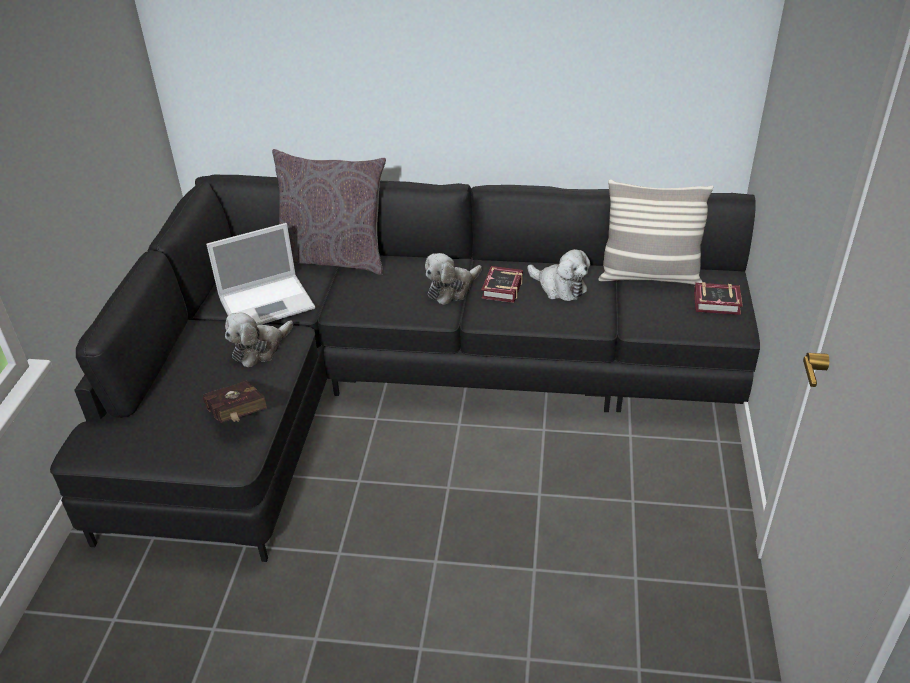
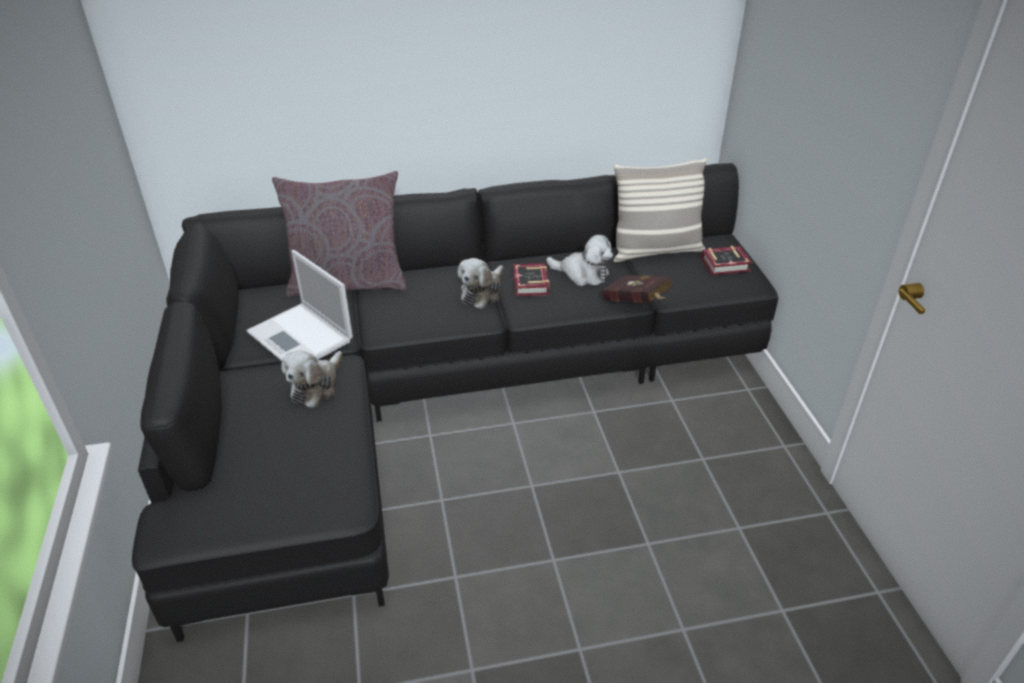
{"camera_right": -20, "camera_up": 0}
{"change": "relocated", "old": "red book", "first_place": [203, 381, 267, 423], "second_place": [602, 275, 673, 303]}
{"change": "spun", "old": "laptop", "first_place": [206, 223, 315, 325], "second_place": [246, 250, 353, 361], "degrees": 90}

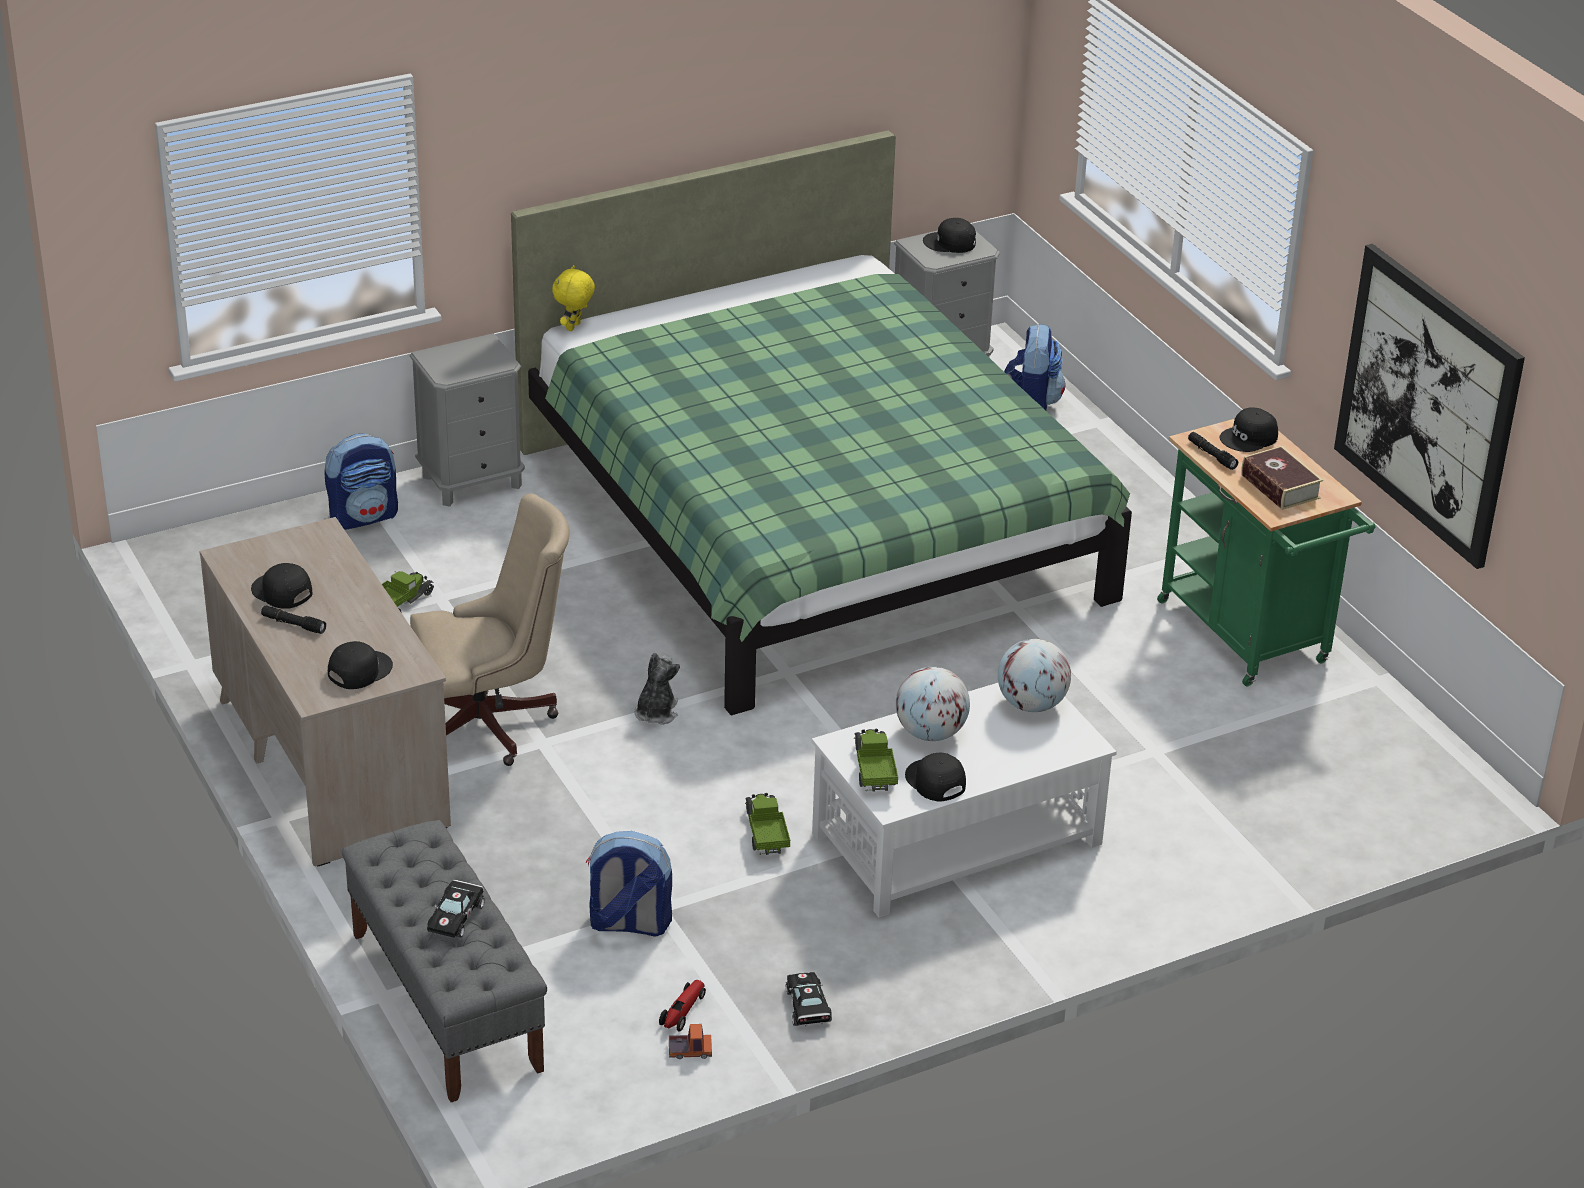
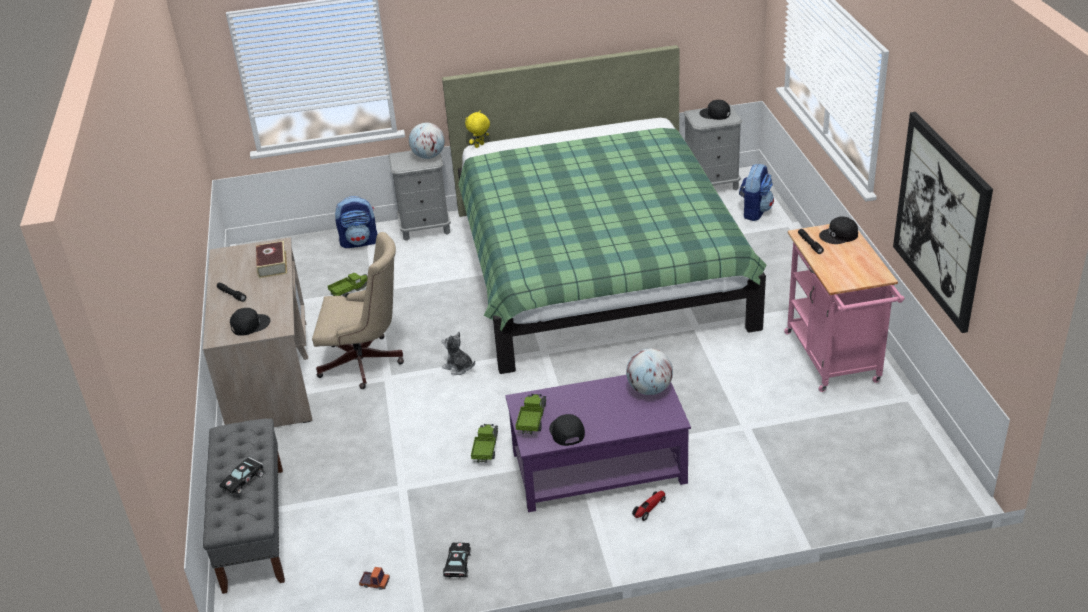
{"camera_right": 20, "camera_up": 0}
{"change": "missing", "old": "black cap", "first_place": [251, 563, 312, 609]}
{"change": "missing", "old": "backpack", "first_place": [586, 831, 672, 936]}
{"change": "spun", "old": "plush toy", "first_place": [634, 652, 680, 725], "second_place": [441, 331, 475, 375], "degrees": -90}
{"change": "relocated", "old": "toy car", "first_place": [659, 980, 706, 1032], "second_place": [632, 491, 666, 521]}
{"change": "colour", "old": "white coffee table", "new": "purple coffee table", "first_place": [812, 683, 1117, 918], "second_place": [505, 375, 691, 512]}
{"change": "relocated", "old": "globe", "first_place": [896, 667, 970, 741], "second_place": [409, 123, 445, 159]}
{"change": "colour", "old": "green cart", "new": "pink cart", "first_place": [1157, 419, 1375, 686], "second_place": [784, 224, 904, 392]}
{"change": "relocated", "old": "book", "first_place": [1241, 446, 1323, 510], "second_place": [256, 241, 287, 278]}

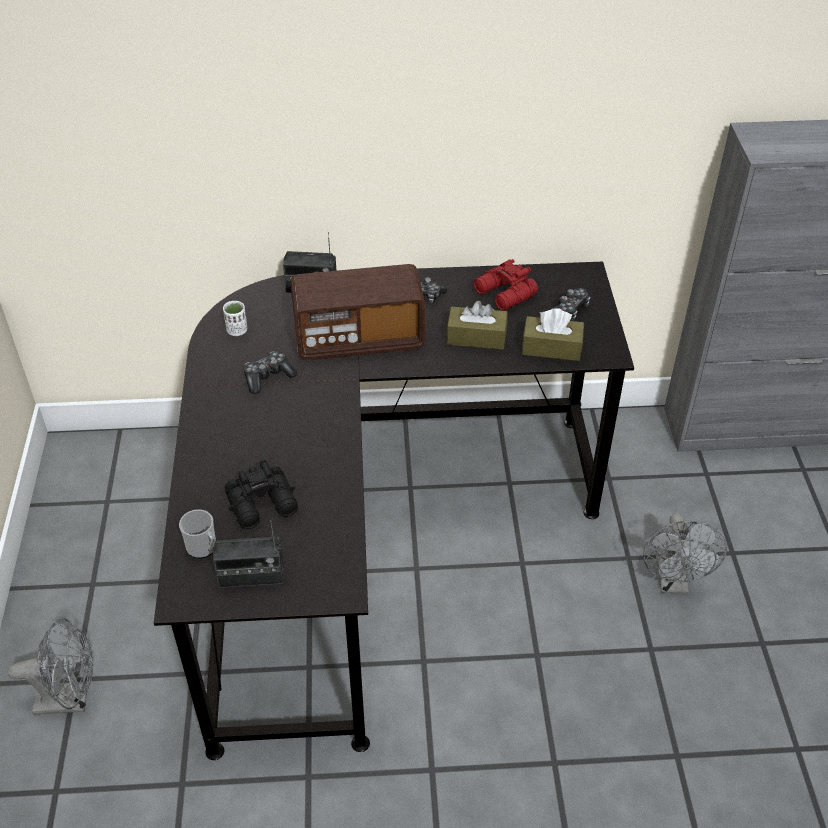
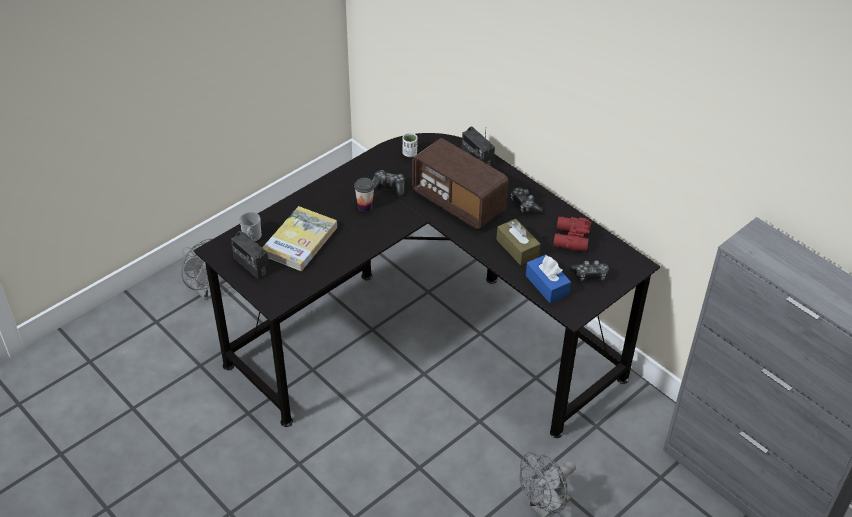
{"camera_right": 50, "camera_up": 0}
{"change": "exchanged", "old": "black binoculars", "new": "book", "first_place": [225, 460, 298, 529], "second_place": [262, 206, 337, 271]}
{"change": "colour", "old": "brown tissue box", "new": "blue tissue box", "first_place": [522, 308, 584, 361], "second_place": [526, 255, 571, 303]}
{"change": "appeared", "new": "cup", "second_place": [354, 178, 375, 212]}

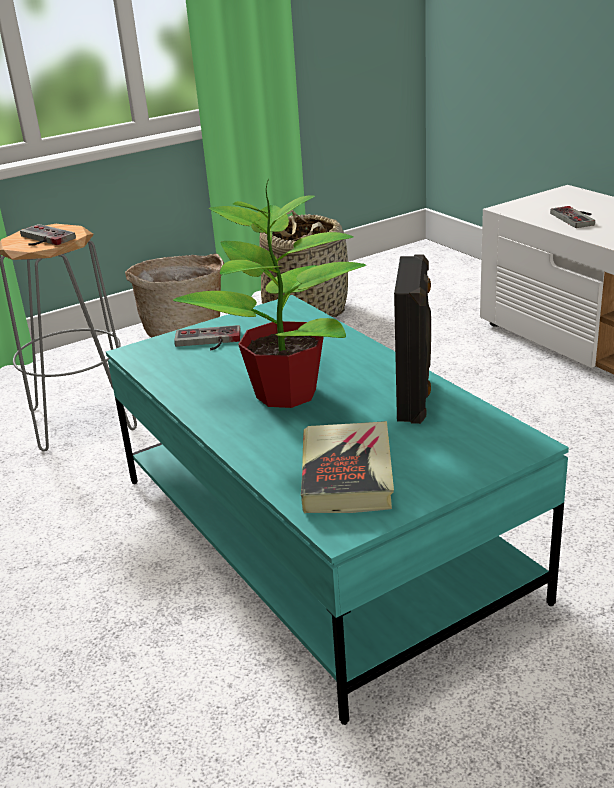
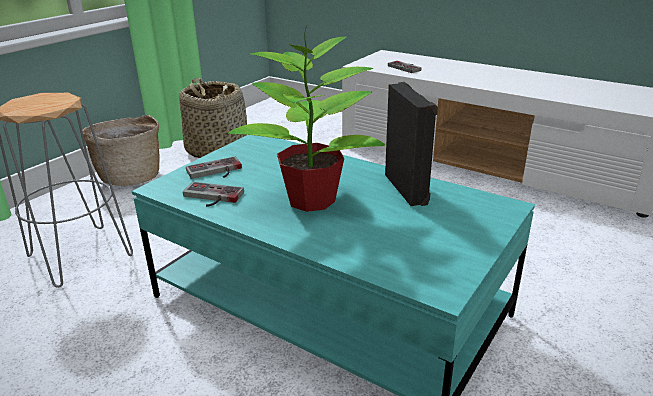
{"camera_right": -25, "camera_up": 0}
{"change": "relocated", "old": "game controller", "first_place": [20, 224, 76, 246], "second_place": [183, 182, 244, 207]}
{"change": "missing", "old": "book", "first_place": [301, 421, 394, 513]}

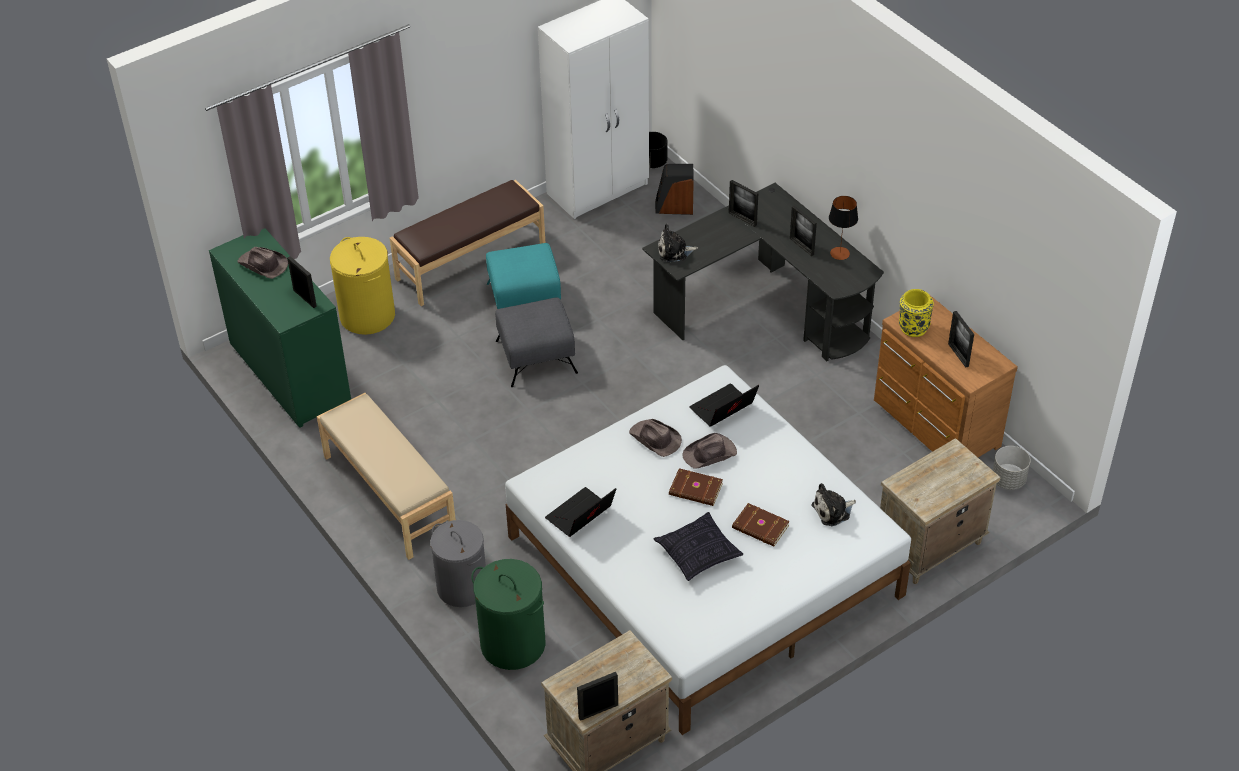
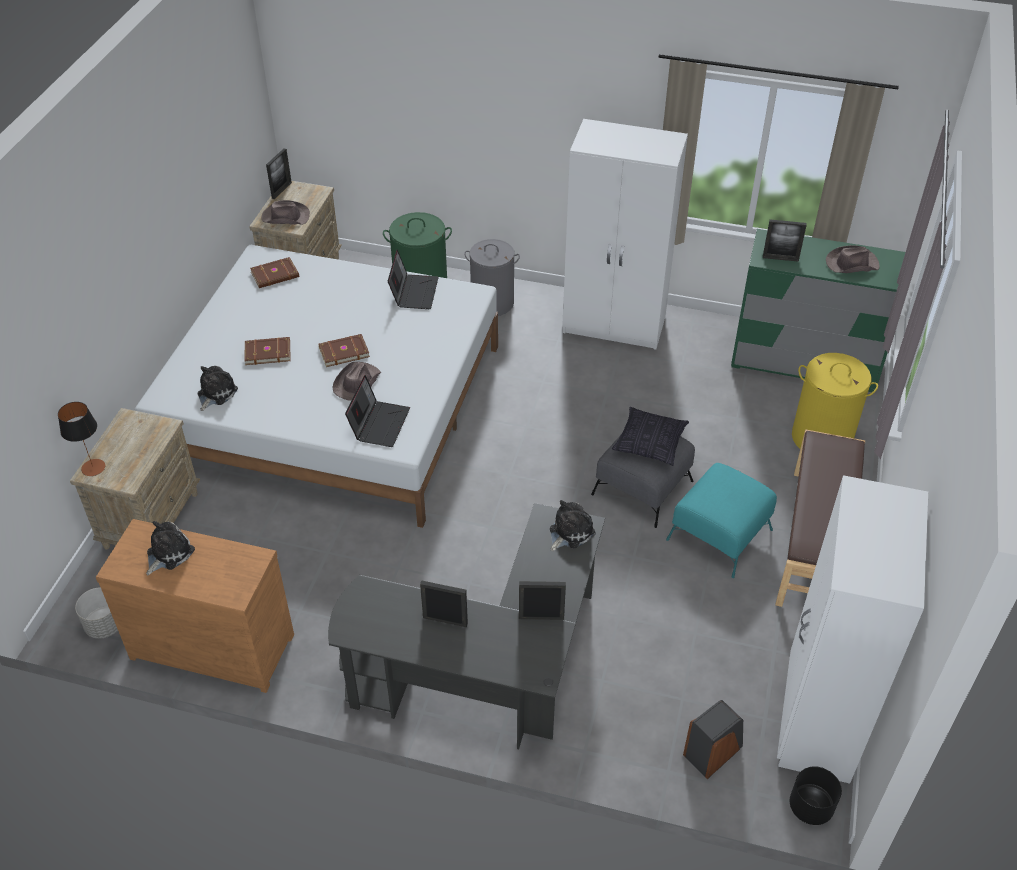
{"camera_right": 140, "camera_up": 0}
{"change": "exchanged", "old": "beige bench", "new": "white wardrobe", "first_place": [317, 393, 456, 560], "second_place": [562, 119, 688, 350]}
{"change": "relocated", "old": "brown hat", "first_place": [629, 419, 682, 457], "second_place": [261, 200, 310, 225]}
{"change": "relocated", "old": "pillow", "first_place": [654, 512, 743, 581], "second_place": [612, 407, 689, 466]}
{"change": "relocated", "old": "table lamp", "first_place": [829, 196, 858, 260], "second_place": [58, 402, 105, 476]}
{"change": "missing", "old": "yellow vase", "first_place": [899, 289, 934, 337]}
{"change": "exchanged", "old": "picture frame", "new": "plush toy", "first_place": [948, 311, 974, 368], "second_place": [146, 521, 195, 575]}
{"change": "appeared", "new": "brown book", "second_place": [250, 257, 299, 288]}

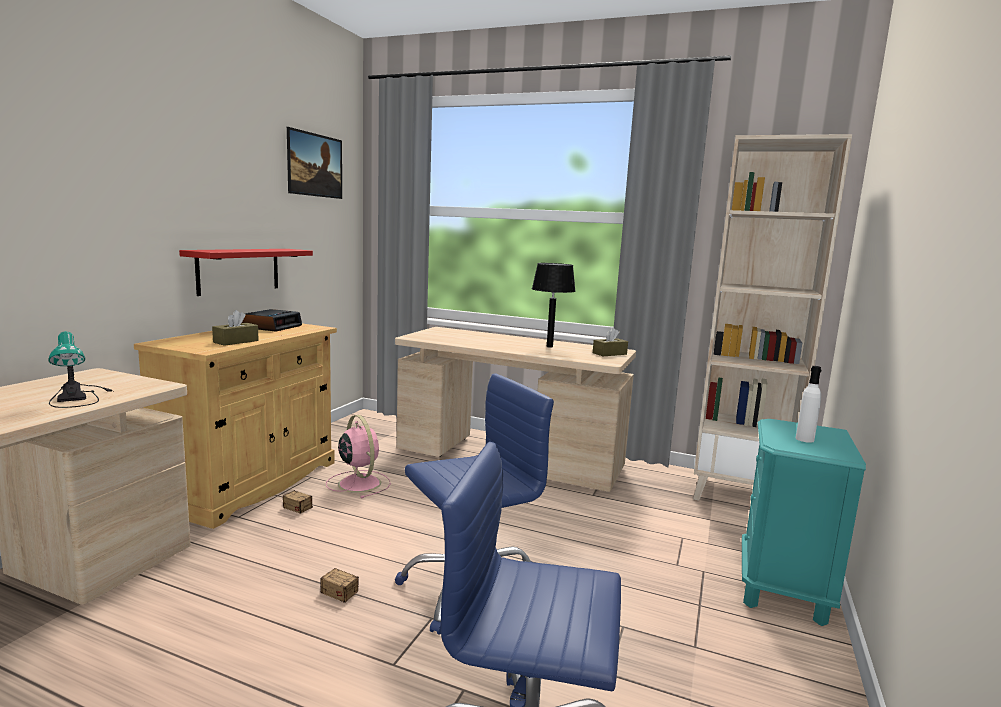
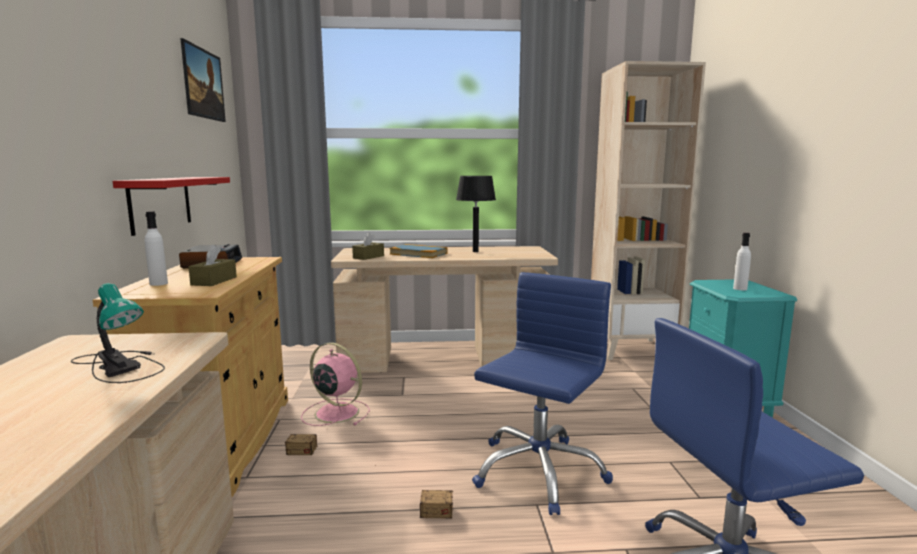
{"camera_right": -25, "camera_up": 0}
{"change": "relocated", "old": "brown tissue box", "first_place": [593, 328, 628, 356], "second_place": [352, 232, 384, 260]}
{"change": "appeared", "new": "white bottle", "second_place": [145, 211, 168, 286]}
{"change": "appeared", "new": "book", "second_place": [390, 244, 448, 258]}

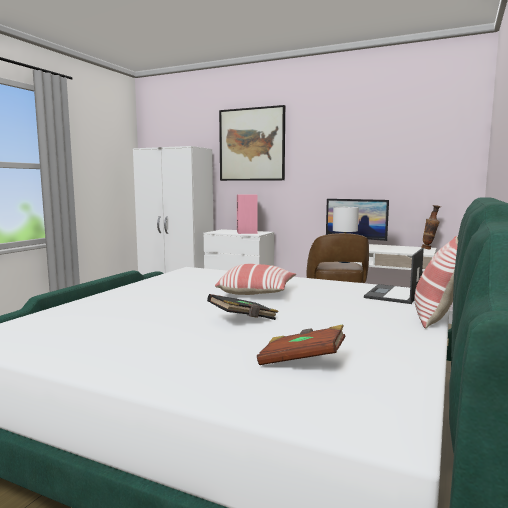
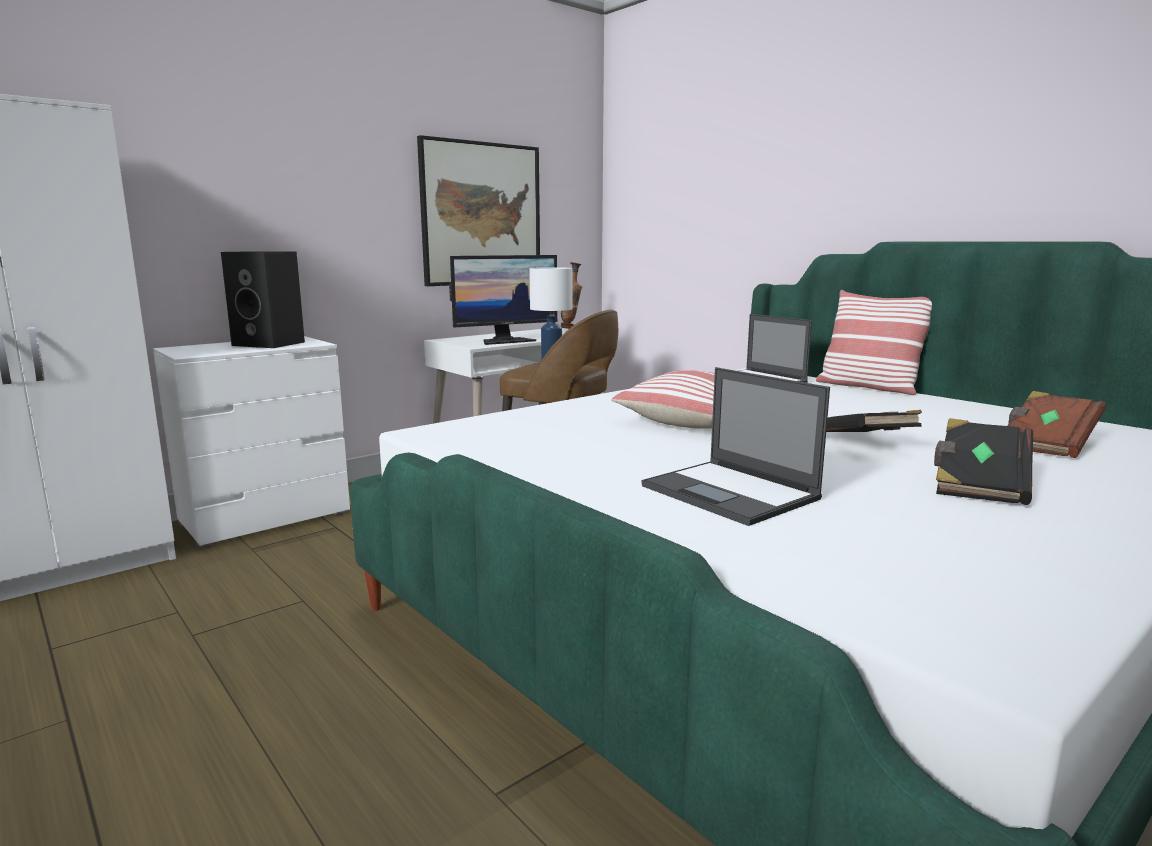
{"camera_right": -65, "camera_up": 5}
{"change": "relocated", "old": "picture", "first_place": [219, 105, 285, 181], "second_place": [417, 135, 540, 286]}
{"change": "colour", "old": "pink speaker", "new": "black speaker", "first_place": [237, 194, 258, 234], "second_place": [221, 251, 305, 348]}
{"change": "appeared", "new": "laptop", "second_place": [642, 367, 830, 526]}
{"change": "appeared", "new": "black book", "second_place": [934, 418, 1033, 505]}

